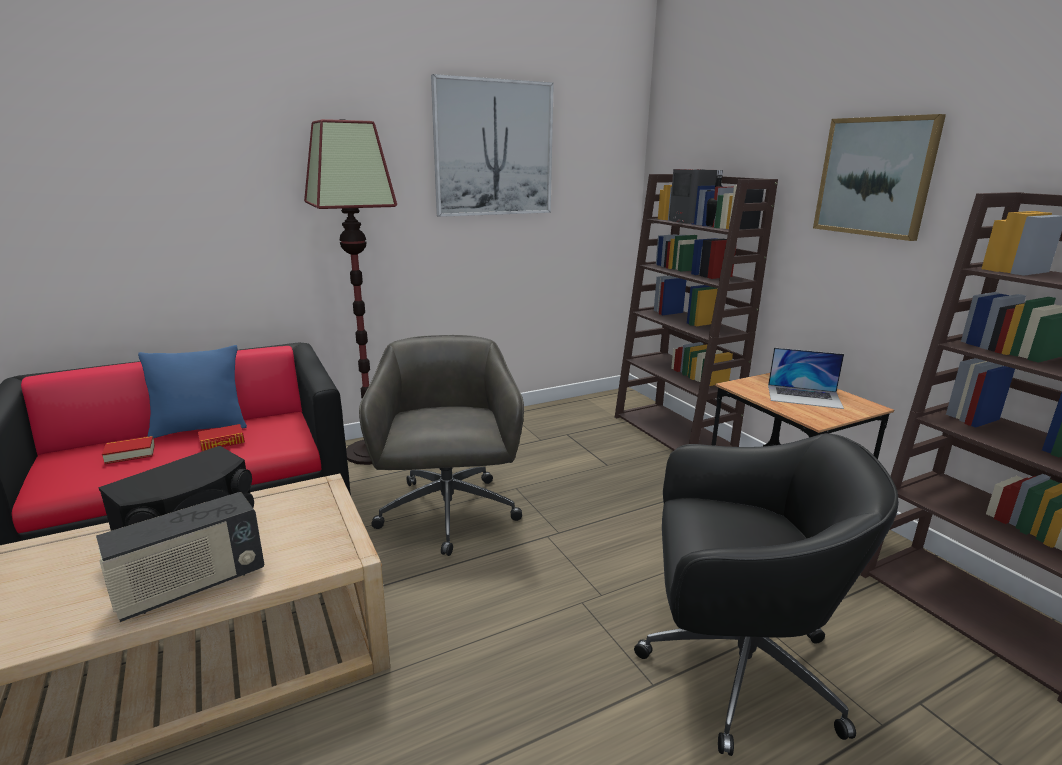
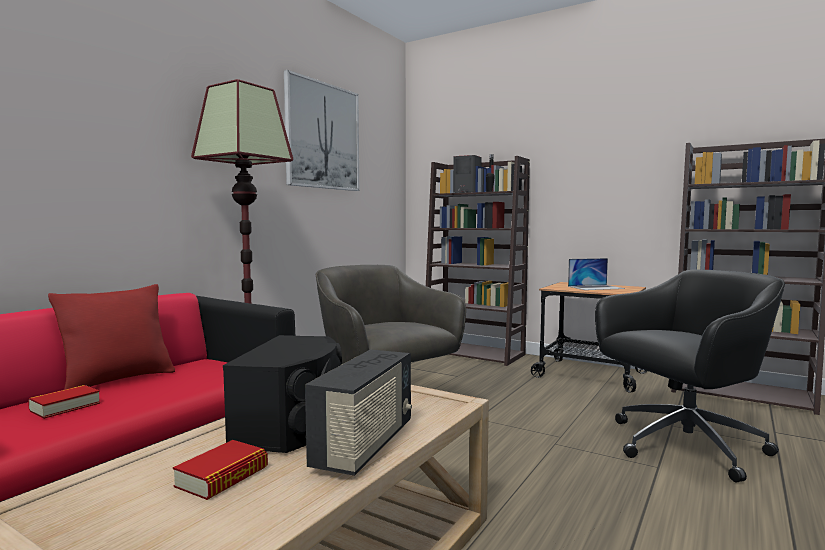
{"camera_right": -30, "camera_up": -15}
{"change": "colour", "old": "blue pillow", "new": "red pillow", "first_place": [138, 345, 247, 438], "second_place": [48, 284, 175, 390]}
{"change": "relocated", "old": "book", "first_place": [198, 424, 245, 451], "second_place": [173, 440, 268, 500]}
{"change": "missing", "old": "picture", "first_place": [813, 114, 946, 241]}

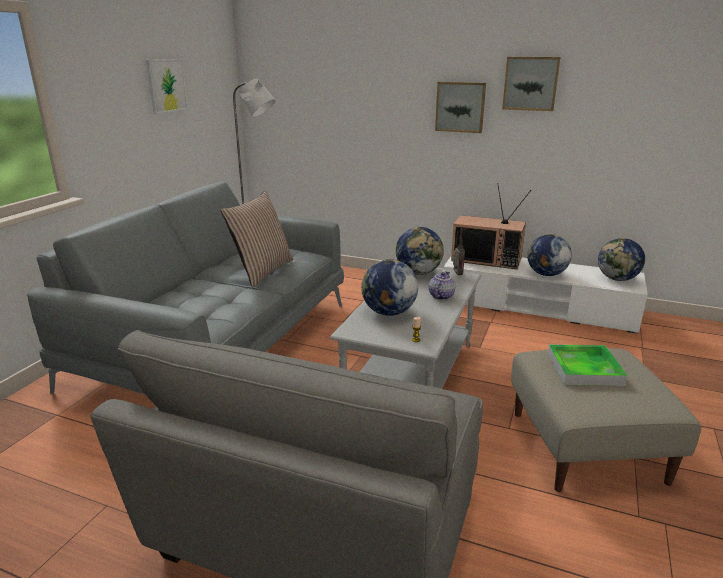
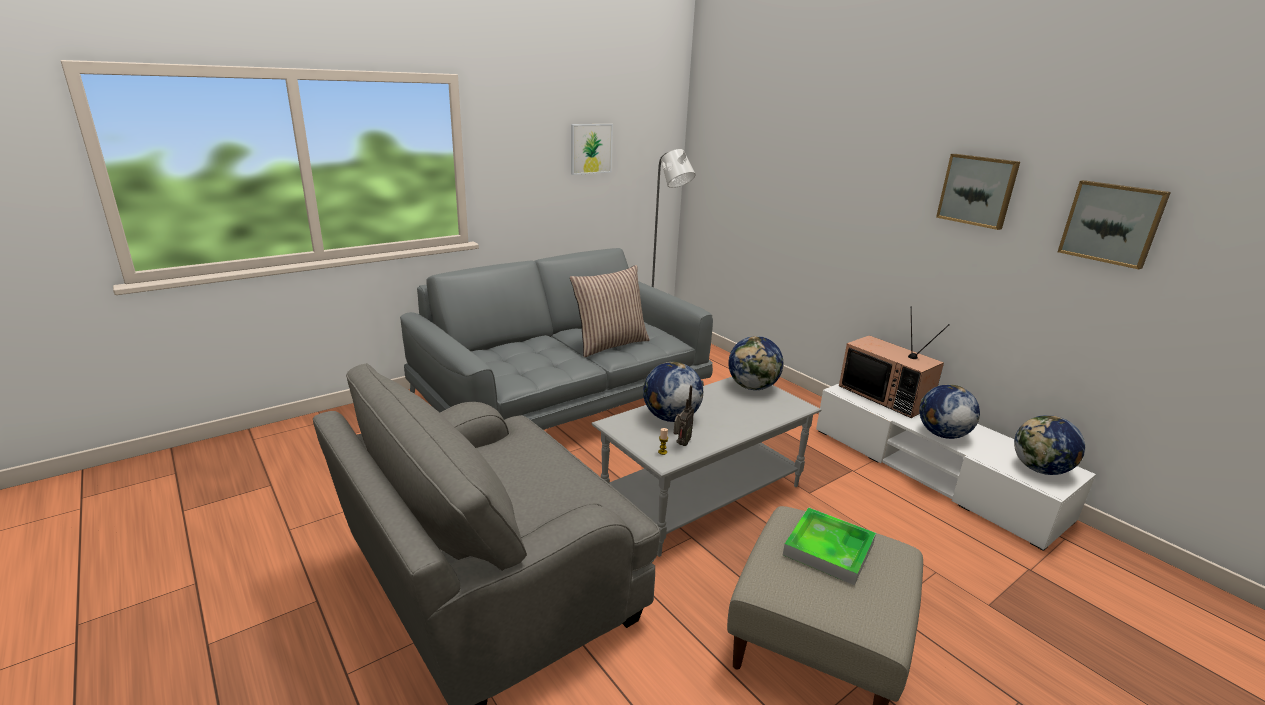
{"camera_right": 30, "camera_up": 0}
{"change": "missing", "old": "teapot", "first_place": [429, 271, 455, 300]}
{"change": "relocated", "old": "picture", "first_place": [435, 82, 486, 133], "second_place": [1058, 180, 1171, 269]}
{"change": "relocated", "old": "radio", "first_place": [452, 228, 465, 275], "second_place": [674, 385, 694, 446]}

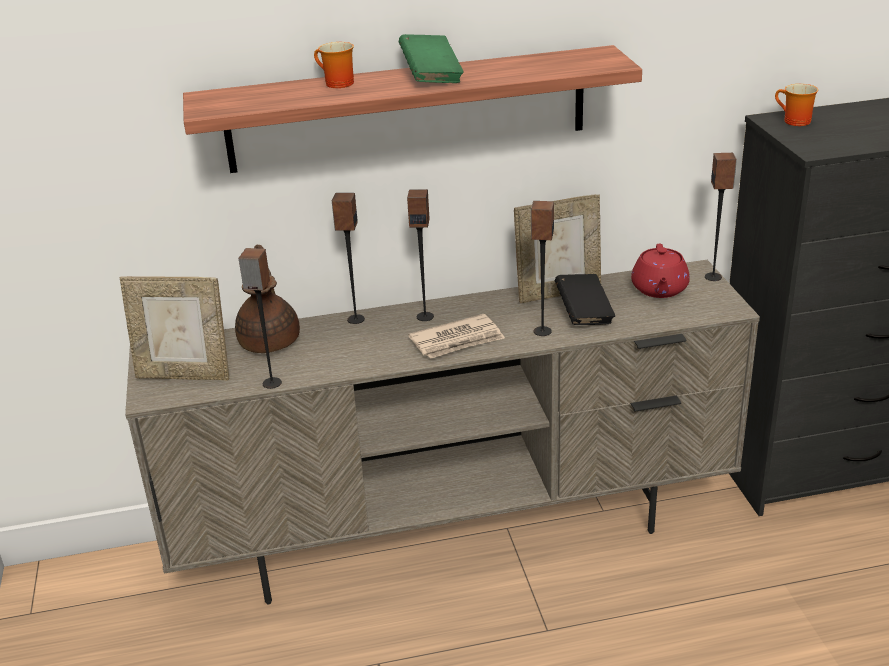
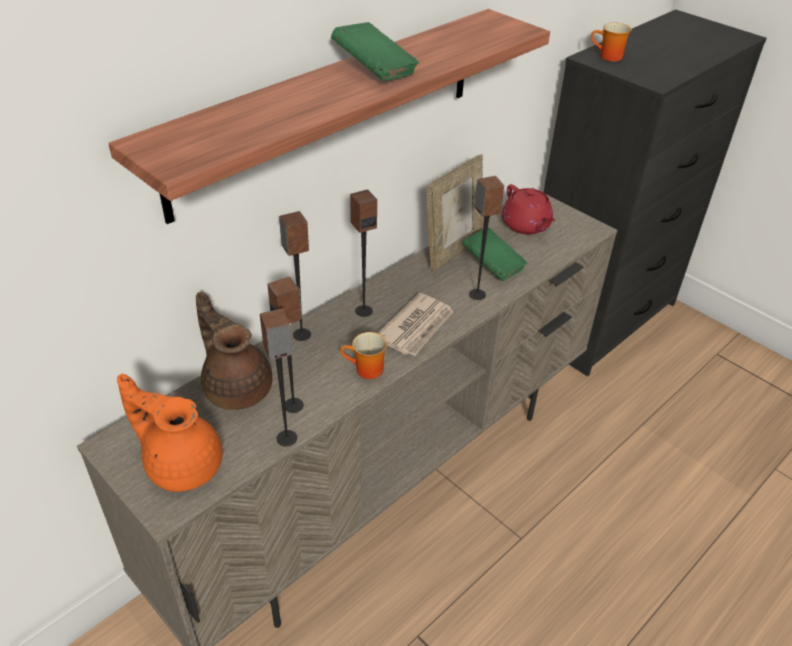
{"camera_right": -35, "camera_up": 10}
{"change": "exchanged", "old": "picture frame", "new": "orange teapot", "first_place": [120, 276, 229, 380], "second_place": [117, 374, 223, 492]}
{"change": "relocated", "old": "mug", "first_place": [314, 42, 354, 88], "second_place": [340, 332, 387, 379]}
{"change": "colour", "old": "black book", "new": "green book", "first_place": [555, 274, 615, 325], "second_place": [462, 227, 527, 281]}
{"change": "relocated", "old": "speaker", "first_place": [705, 153, 737, 281], "second_place": [267, 277, 304, 413]}

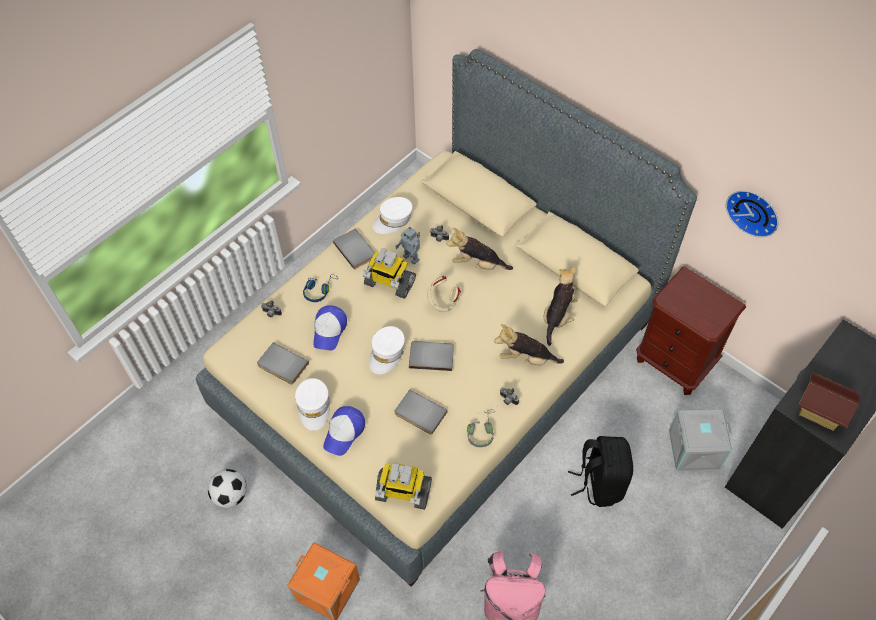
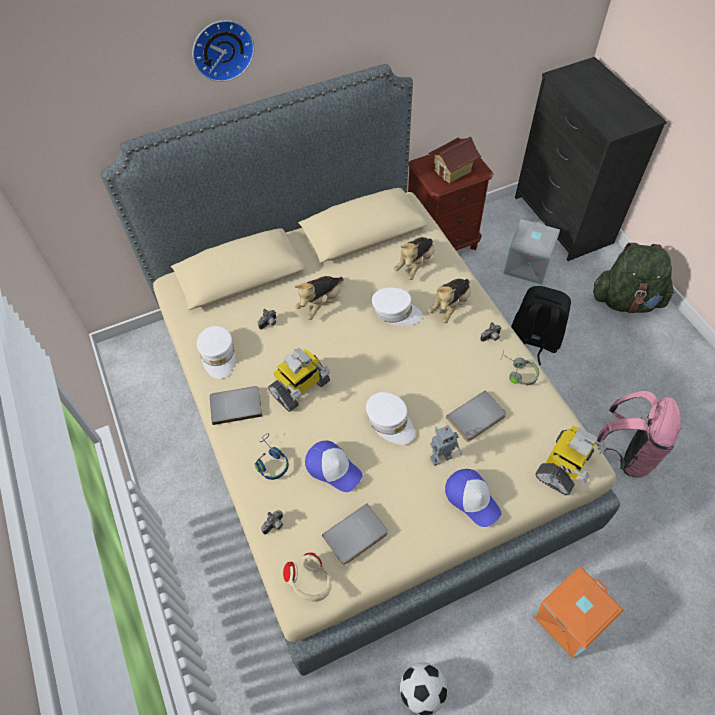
{"camera_right": -65, "camera_up": 0}
{"change": "relocated", "old": "white cap", "first_place": [295, 378, 330, 431], "second_place": [372, 287, 422, 326]}
{"change": "relocated", "old": "toy robot", "first_place": [395, 227, 420, 265], "second_place": [430, 425, 463, 466]}
{"change": "missing", "old": "grey book", "first_place": [409, 341, 454, 371]}
{"change": "relocated", "old": "beige headphones", "first_place": [427, 276, 461, 312], "second_place": [283, 553, 332, 602]}
{"change": "spun", "old": "plush toy", "first_place": [543, 266, 578, 346], "second_place": [394, 237, 434, 280], "degrees": -105}
{"change": "relocated", "old": "wall clock", "first_place": [726, 190, 779, 238], "second_place": [192, 20, 254, 82]}
{"change": "relocated", "old": "toy house", "first_place": [798, 372, 860, 431], "second_place": [428, 137, 482, 184]}
{"change": "appeared", "new": "green backpack", "second_place": [593, 243, 674, 313]}

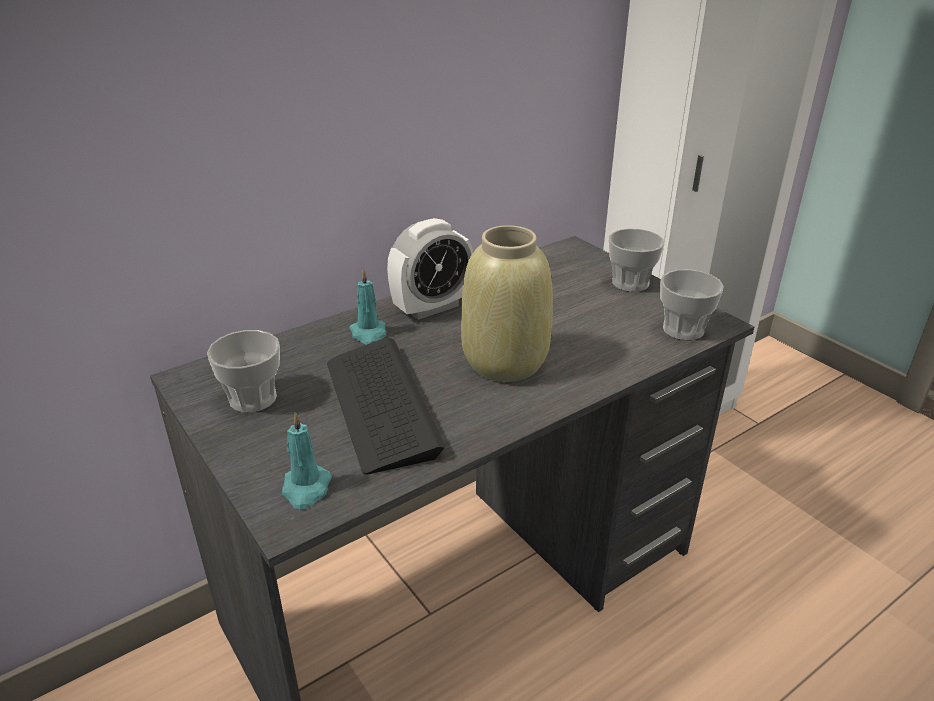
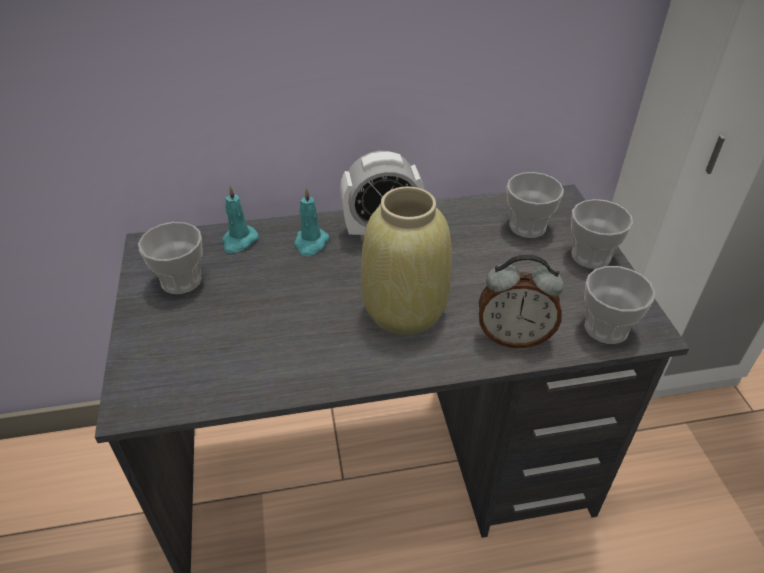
{"camera_right": 25, "camera_up": 10}
{"change": "relocated", "old": "turquoise candle", "first_place": [282, 412, 332, 509], "second_place": [222, 186, 259, 253]}
{"change": "missing", "old": "keyboard", "first_place": [327, 337, 446, 475]}
{"change": "appeared", "new": "alarm clock", "second_place": [479, 254, 563, 348]}
{"change": "appeared", "new": "cup", "second_place": [507, 172, 564, 238]}

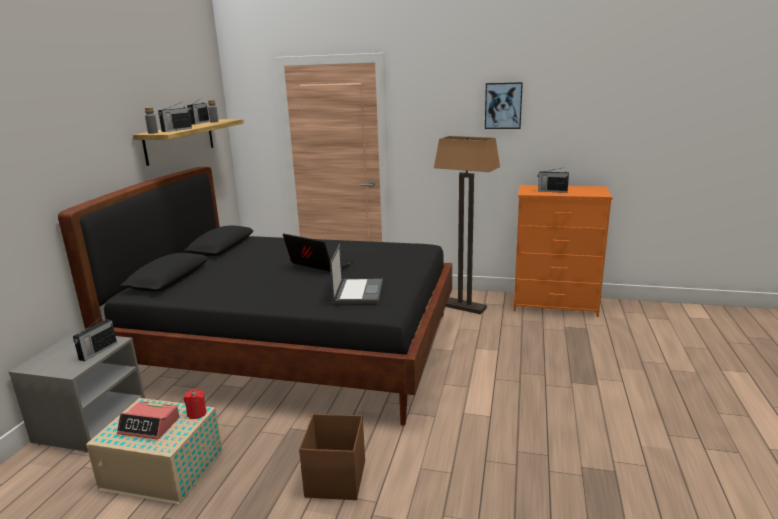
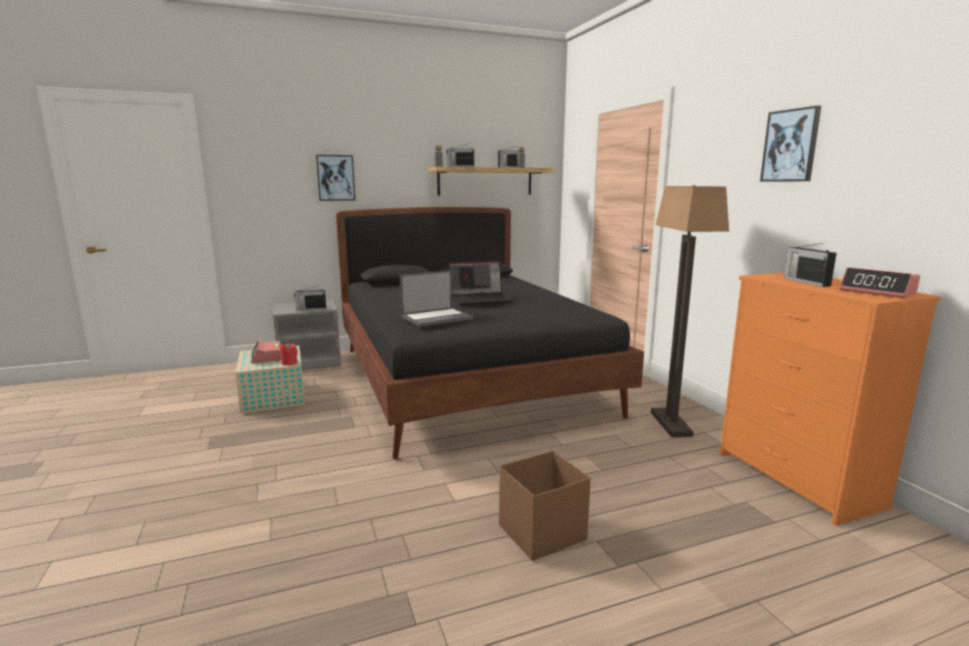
{"camera_right": 55, "camera_up": -5}
{"change": "spun", "old": "laptop", "first_place": [283, 233, 353, 272], "second_place": [448, 261, 512, 305], "degrees": 75}
{"change": "relocated", "old": "brown storage box", "first_place": [299, 414, 365, 500], "second_place": [499, 451, 591, 561]}
{"change": "appeared", "new": "picture", "second_place": [316, 155, 355, 201]}
{"change": "appeared", "new": "alarm clock", "second_place": [839, 267, 920, 298]}

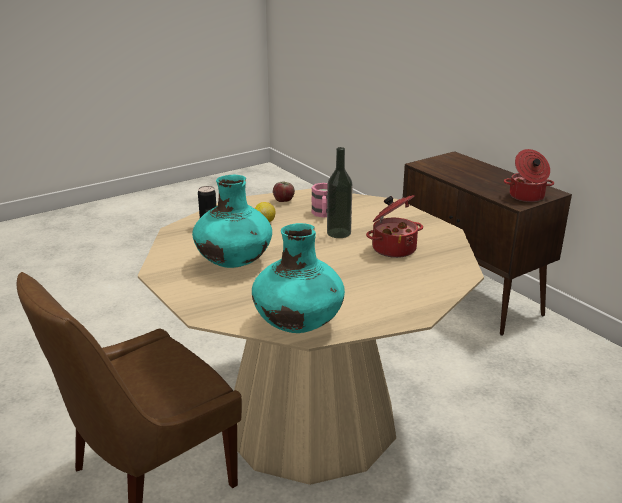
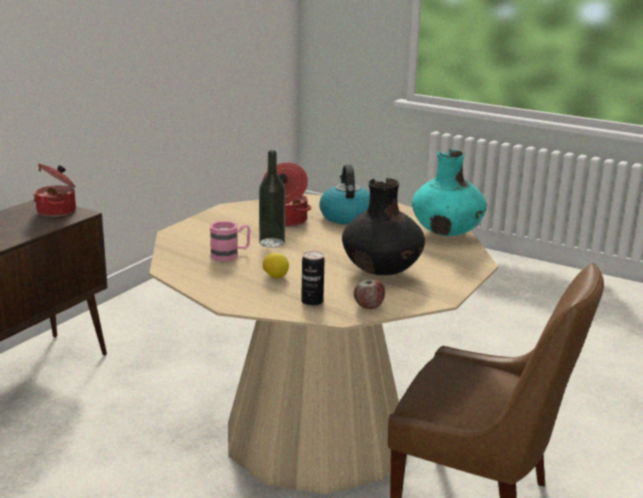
{"camera_right": -115, "camera_up": -5}
{"change": "colour", "old": "turquoise vase", "new": "black vase", "first_place": [192, 175, 272, 268], "second_place": [342, 178, 425, 275]}
{"change": "relocated", "old": "apple", "first_place": [273, 182, 295, 202], "second_place": [354, 280, 385, 309]}
{"change": "appeared", "new": "kettle", "second_place": [319, 165, 370, 224]}

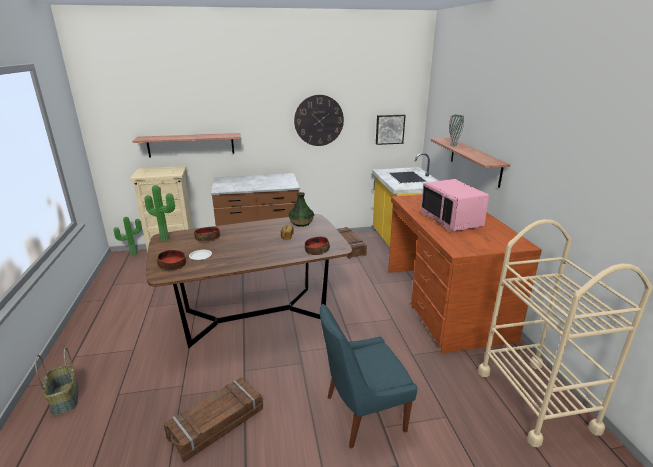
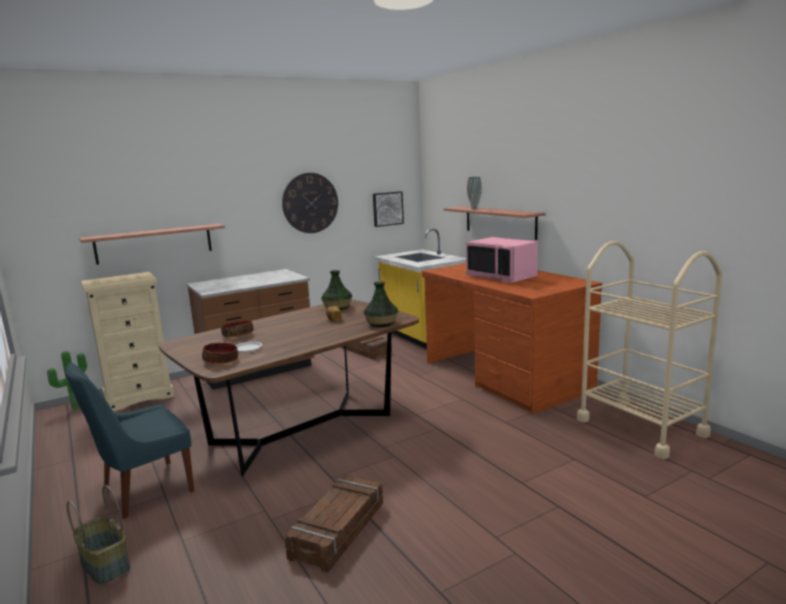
{"camera_right": -20, "camera_up": -10}
{"change": "missing", "old": "potted plant", "first_place": [144, 185, 175, 241]}
{"change": "exchanged", "old": "bowl", "new": "vase", "first_place": [305, 237, 330, 255], "second_place": [363, 282, 398, 327]}
{"change": "relocated", "old": "blue chair", "first_place": [320, 304, 417, 449], "second_place": [65, 362, 194, 519]}

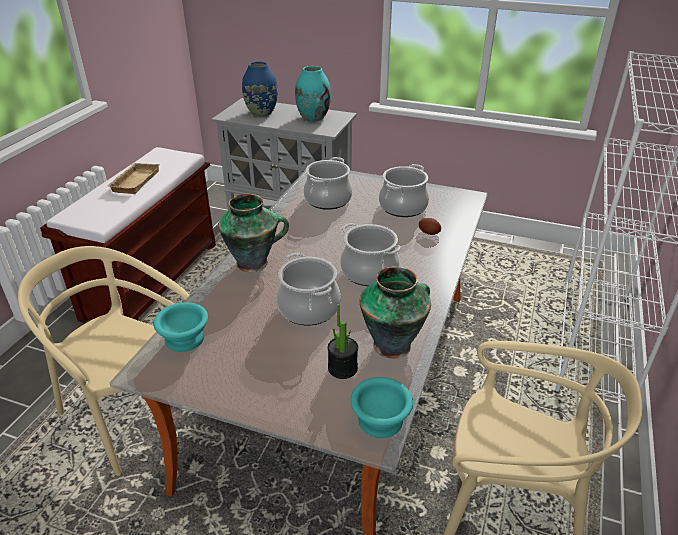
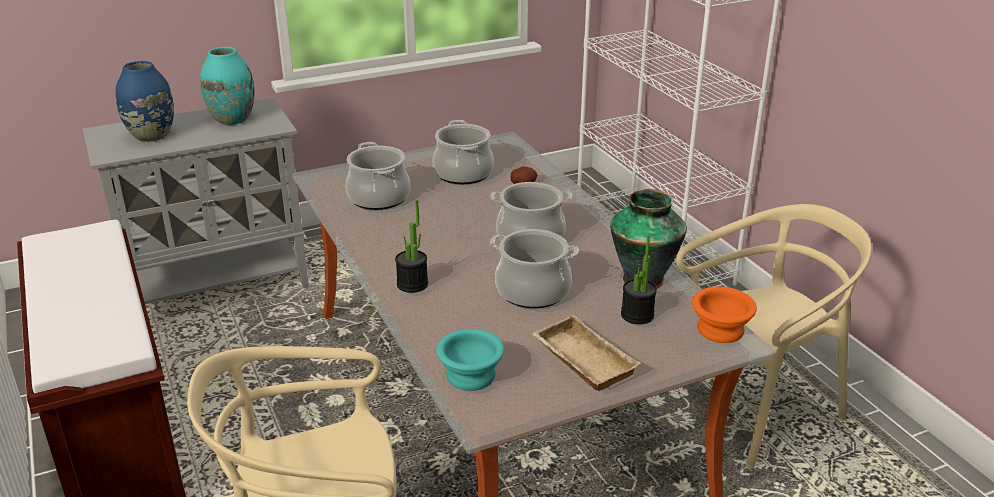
{"camera_right": -45, "camera_up": -5}
{"change": "relocated", "old": "beige tray", "first_place": [108, 163, 160, 194], "second_place": [532, 315, 641, 391]}
{"change": "exchanged", "old": "vase", "new": "potted plant", "first_place": [218, 194, 289, 272], "second_place": [395, 200, 428, 293]}
{"change": "colour", "old": "turquoise bowl", "new": "orange bowl", "first_place": [351, 377, 413, 438], "second_place": [692, 286, 757, 343]}

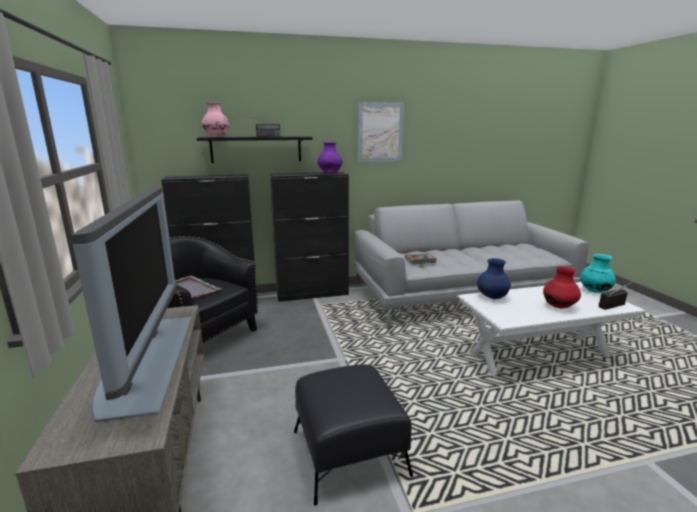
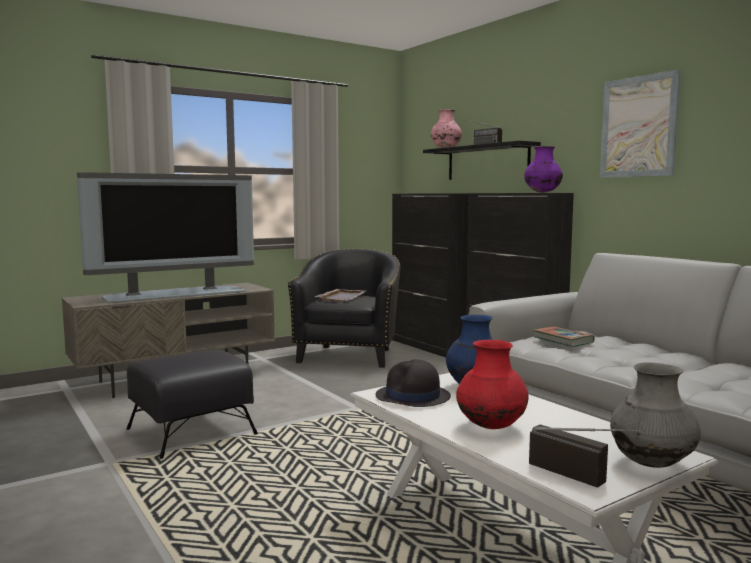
{"camera_right": 70, "camera_up": -10}
{"change": "colour", "old": "turquoise vase", "new": "grey vase", "first_place": [580, 254, 616, 293], "second_place": [610, 363, 701, 468]}
{"change": "appeared", "new": "black hat", "second_place": [376, 359, 451, 407]}

